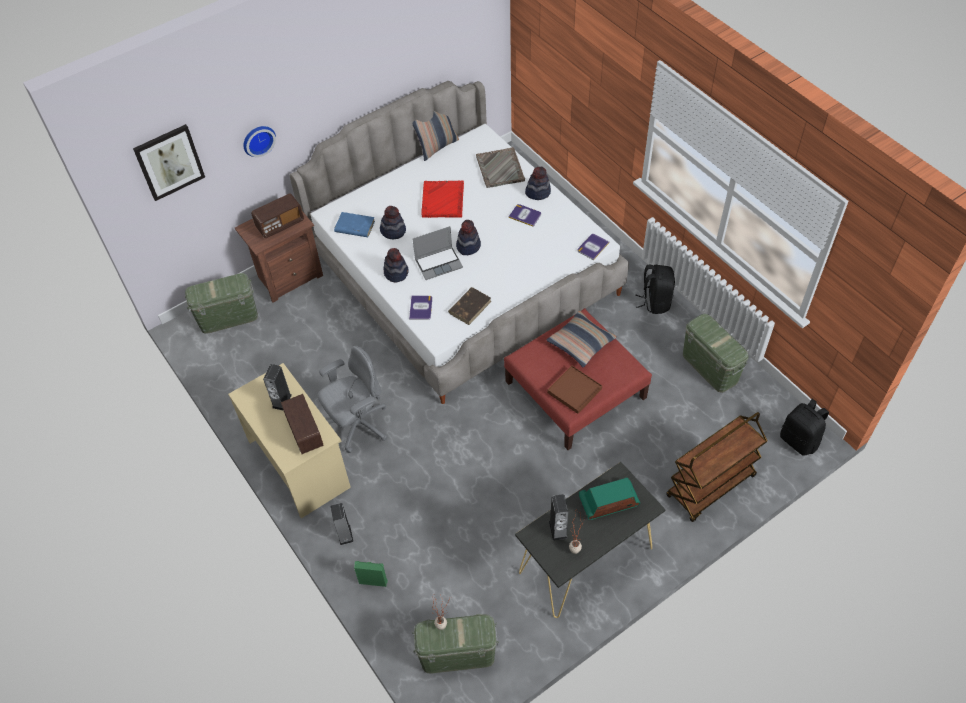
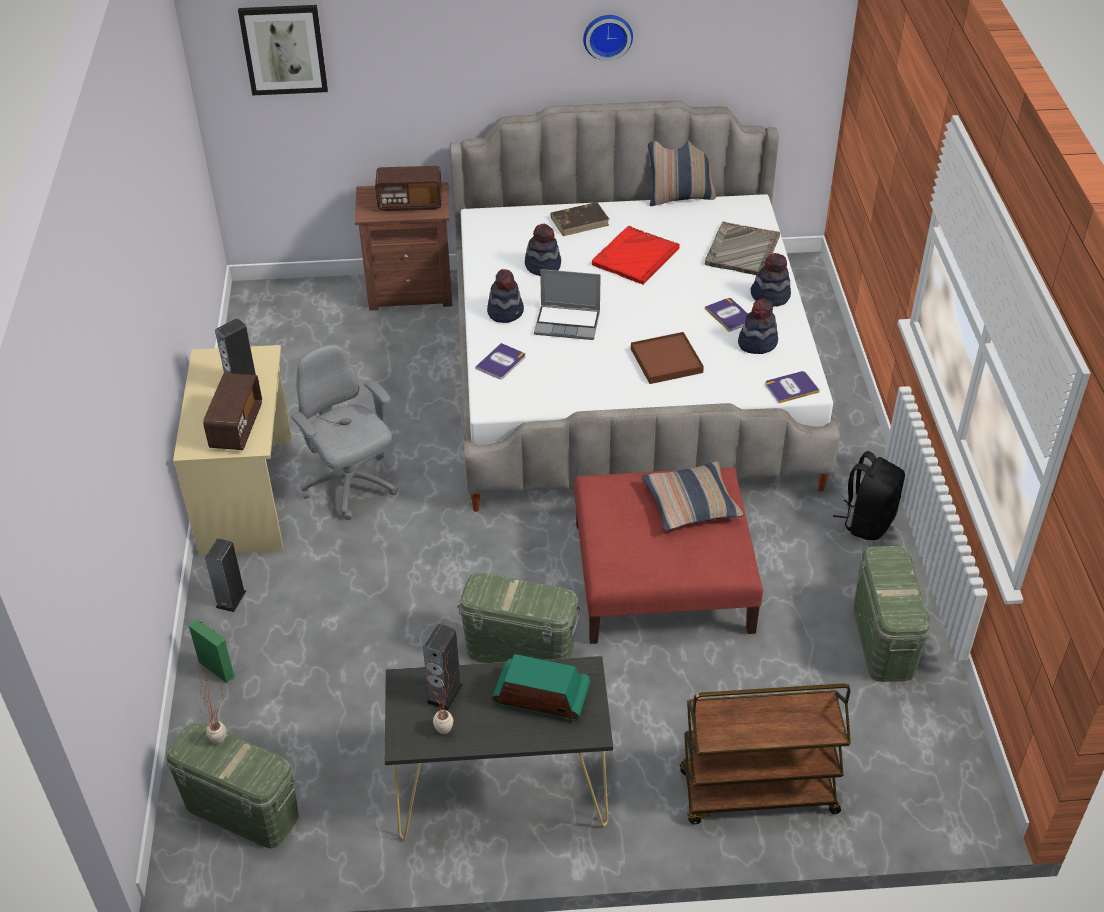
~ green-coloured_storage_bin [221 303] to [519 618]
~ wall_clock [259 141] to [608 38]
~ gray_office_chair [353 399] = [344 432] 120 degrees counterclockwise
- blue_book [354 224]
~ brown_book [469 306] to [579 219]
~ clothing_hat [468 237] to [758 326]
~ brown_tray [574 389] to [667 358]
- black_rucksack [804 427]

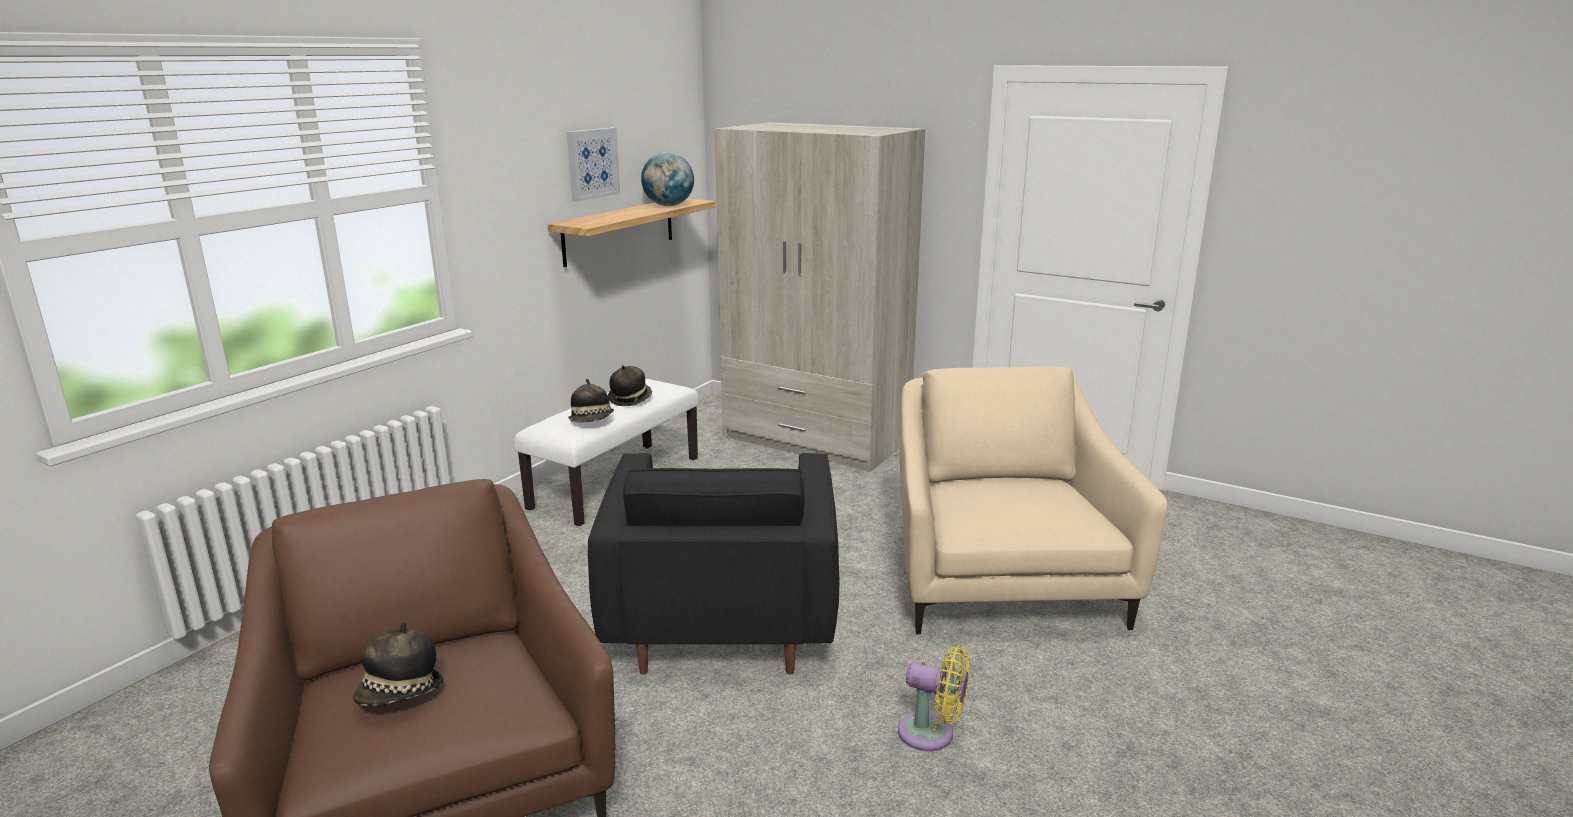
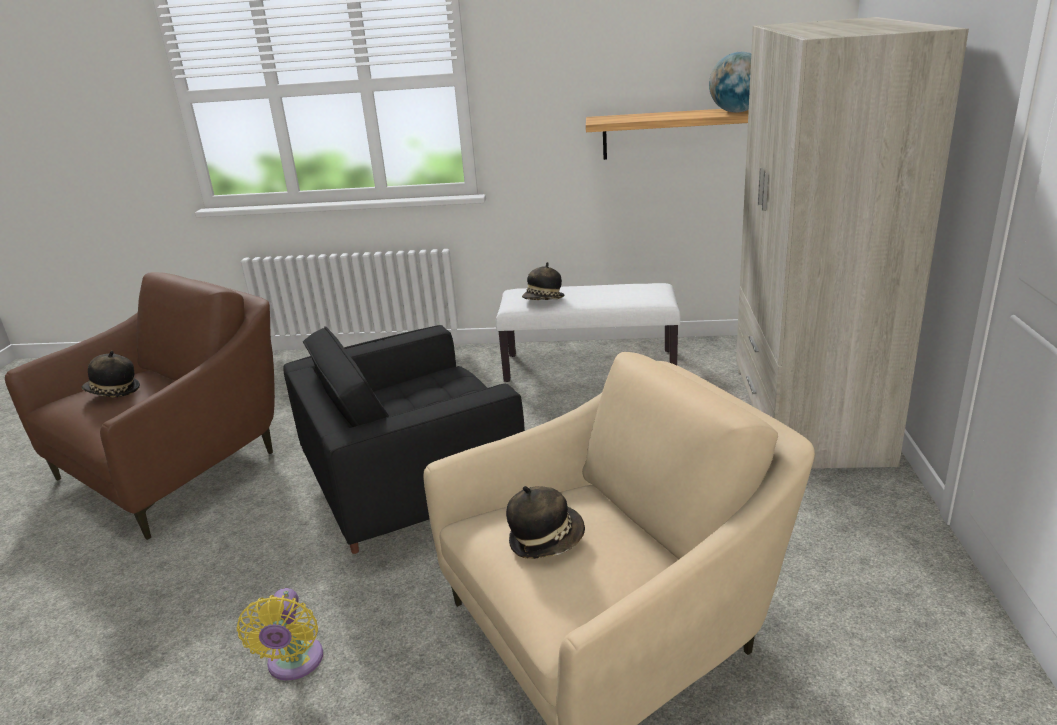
- picture [593 165]
~ clothing_hat [630 385] to [545 522]

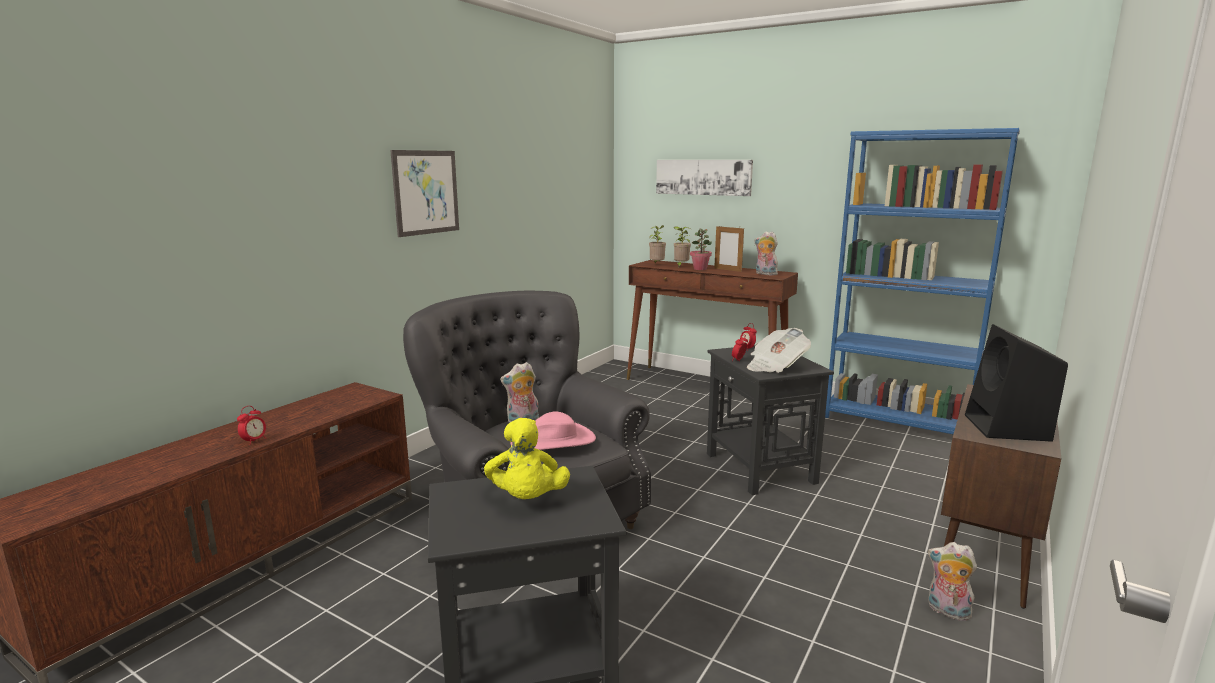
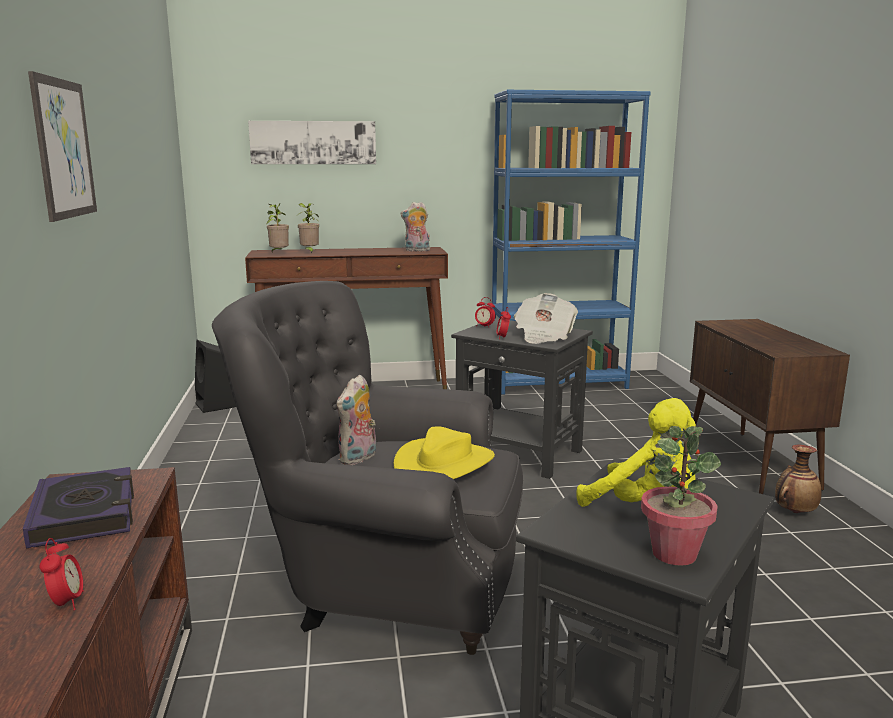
~ pink-coloured_clothing_hat [553 430] to yellowish_clothing_hat [444 452]
~ potted_plant [701 249] to [681 496]
- photo_frame [729 249]
~ cuddly_toy [952 581] to vase [798 479]
~ black_speaker [1016 383] to [215 376]
+ book [78 508]

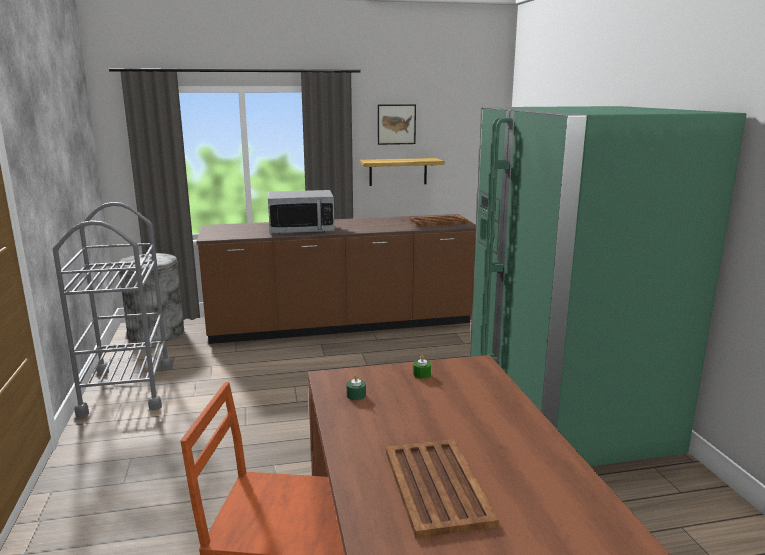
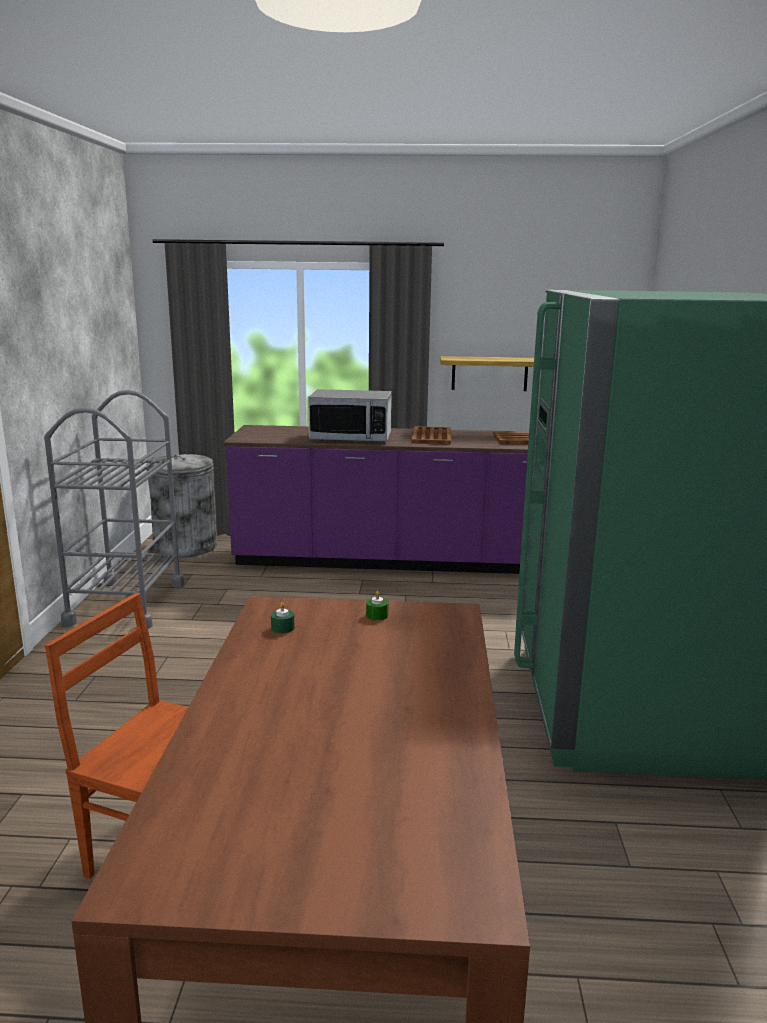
~ brown_kitchen_counter [336 279] to purplish_kitchen_counter [376 499]
- picture [397 124]
~ brown_tray [442 489] to [431 435]

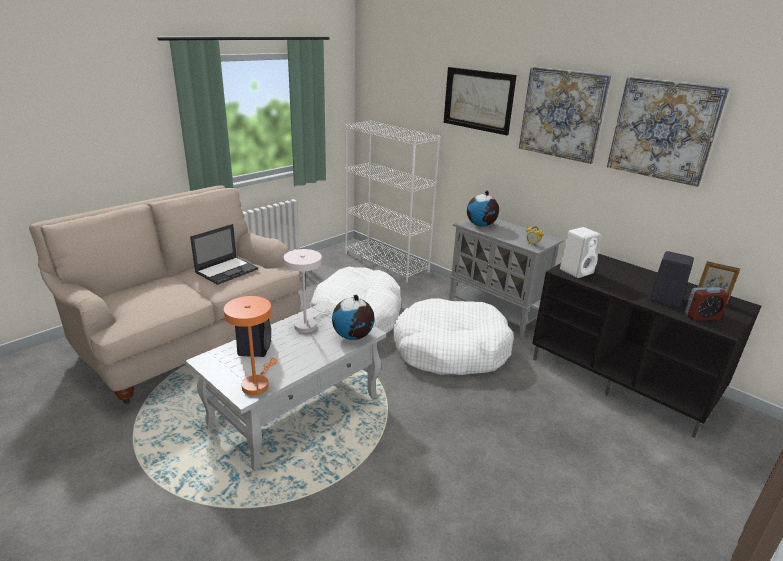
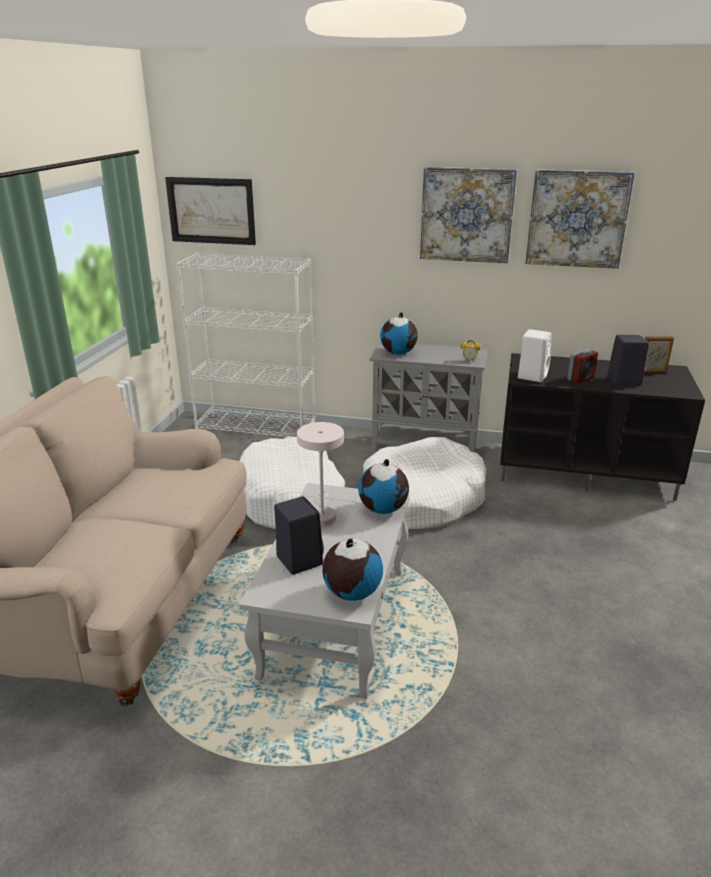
- portable_computer [224 254]
~ orange-coloured_table_lamp [250 345] to desk_globe [352 569]
~ picture [480 101] to [210 211]
~ alarm_clock [707 304] to [582 366]

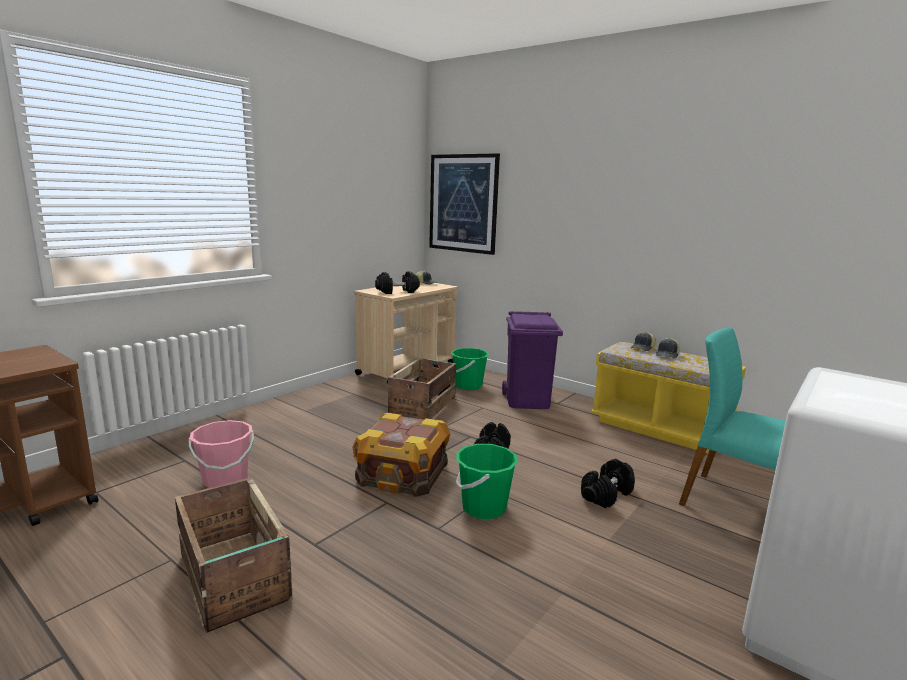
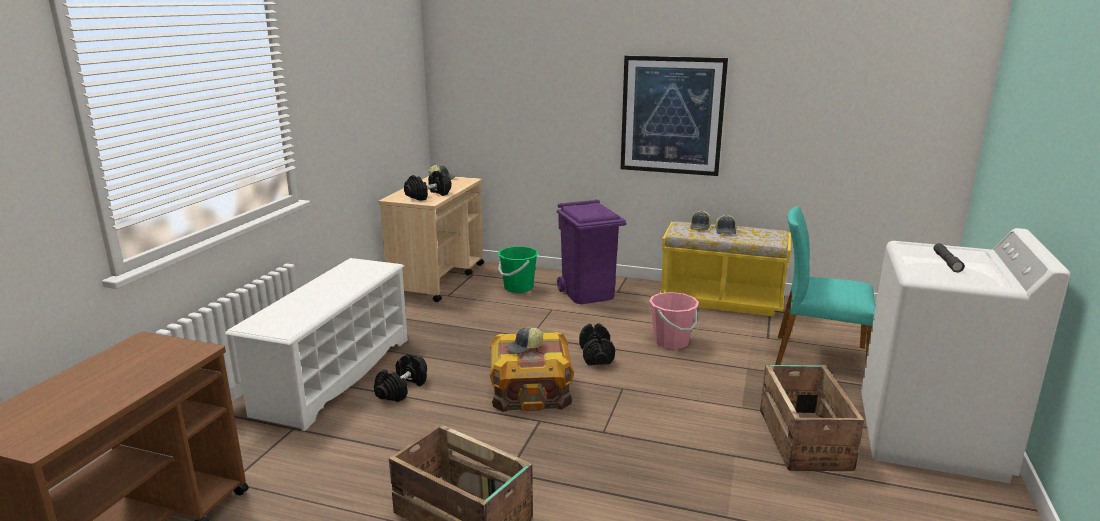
~ pink-coloured_pail [221 454] to [674 320]
~ crate [422 389] to [812 418]
~ picture [464 204] to [674 116]
- green-coloured_pail [487 481]
~ black_free_weight [608 483] to [400 378]
+ whitish_shoe_rack [316 344]
+ baseball_cap [524 340]
+ gray_flashlight [949 258]

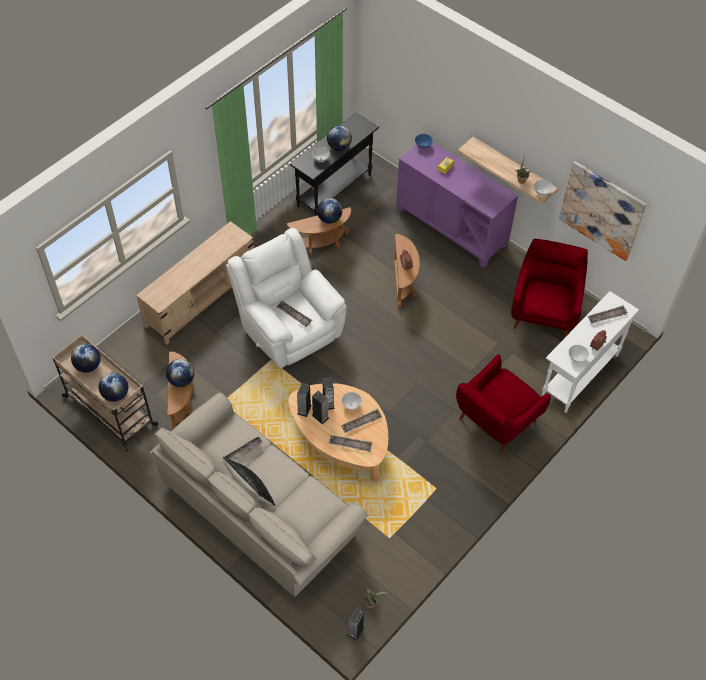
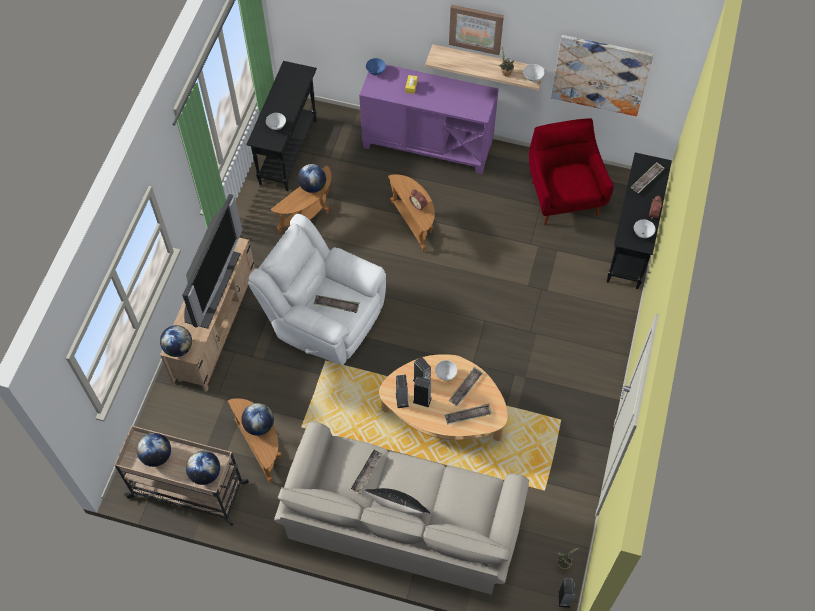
~ desk_globe [339 138] to [176 341]
- red-coloured_easy_chair [503 404]
~ whitish_narrow_table [590 352] to black_narrow_table [639 220]
+ TV_set [212 261]
+ picture [476 30]

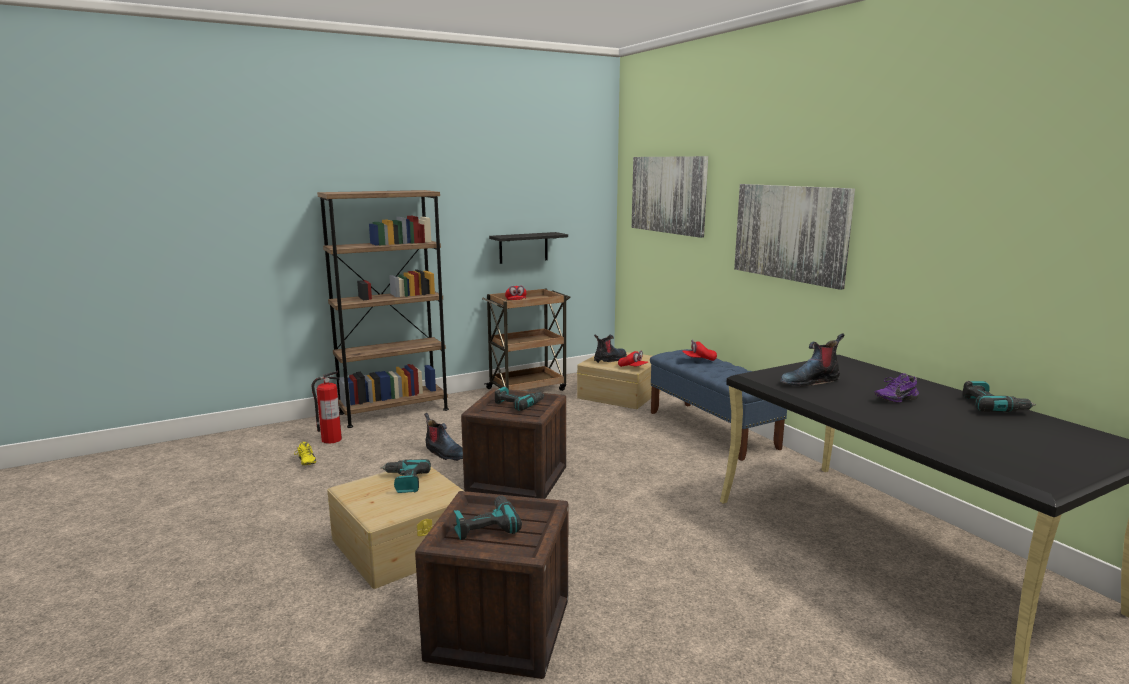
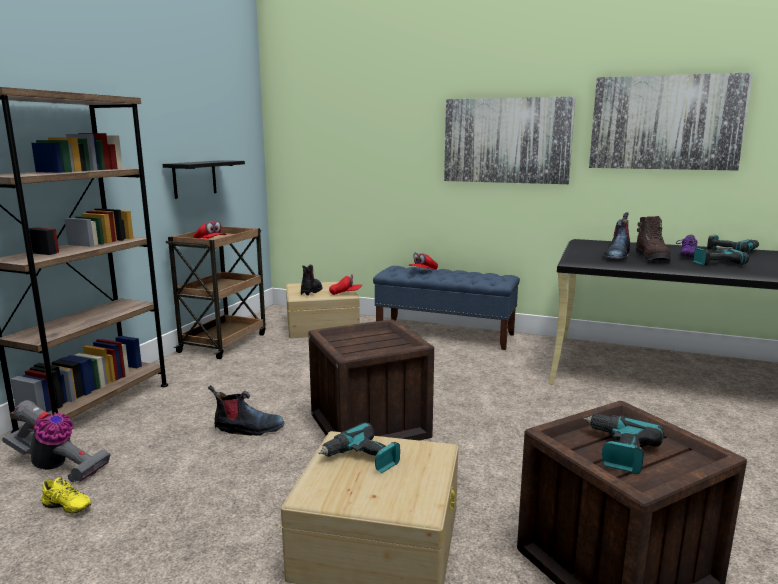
~ fire_extinguisher [326 407] to hoover [56 441]
~ electric_drill [519 399] to [721 256]
~ picture [670 197] to [671 121]
+ brown_high-top_boot [653 238]

